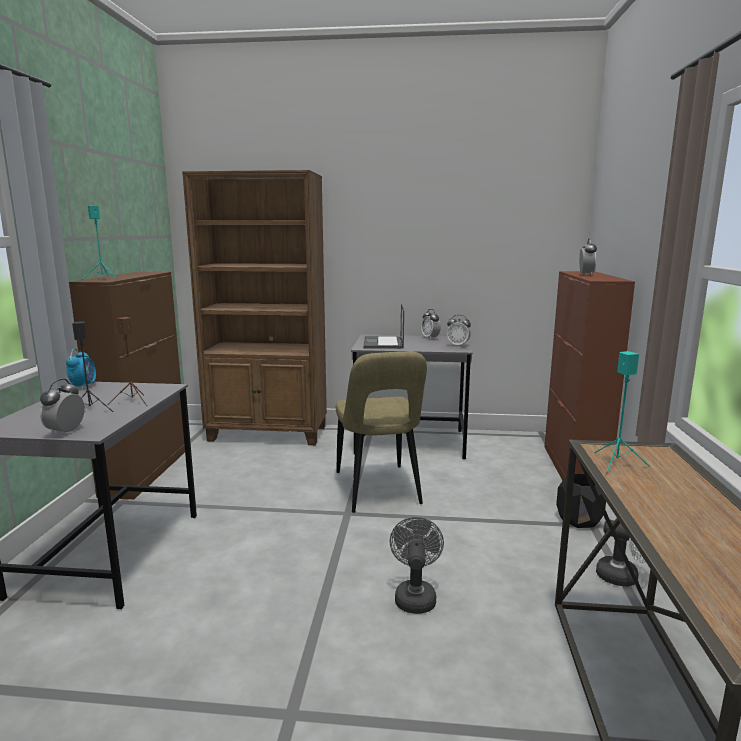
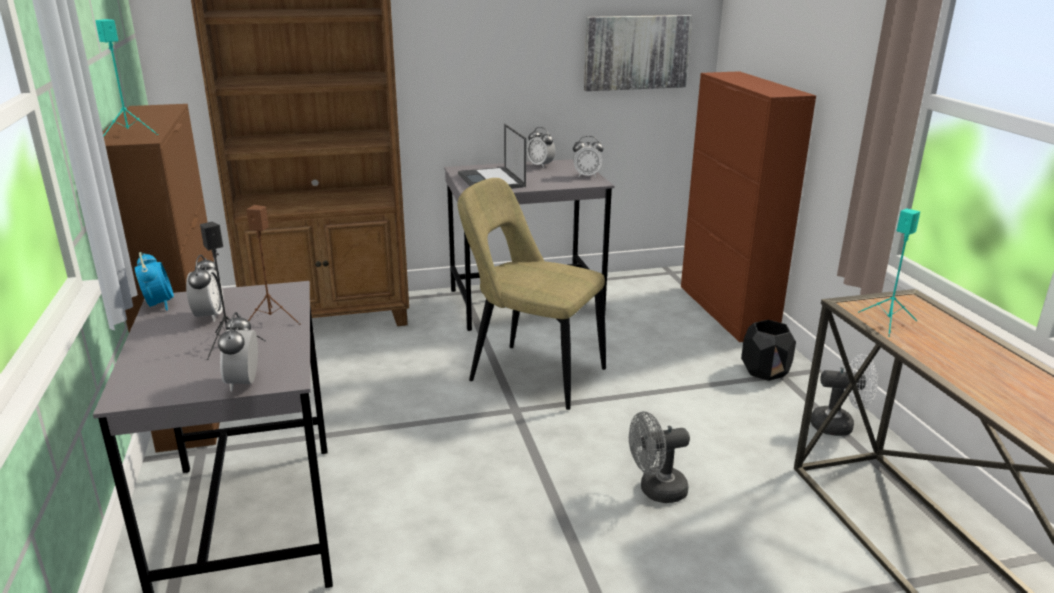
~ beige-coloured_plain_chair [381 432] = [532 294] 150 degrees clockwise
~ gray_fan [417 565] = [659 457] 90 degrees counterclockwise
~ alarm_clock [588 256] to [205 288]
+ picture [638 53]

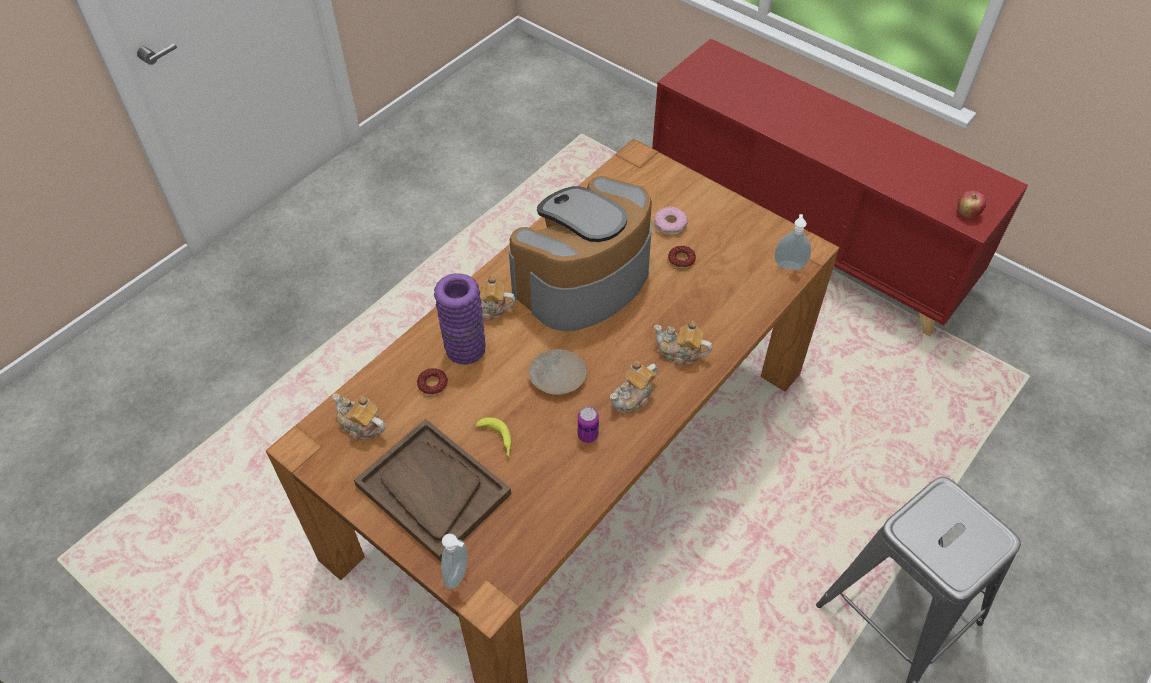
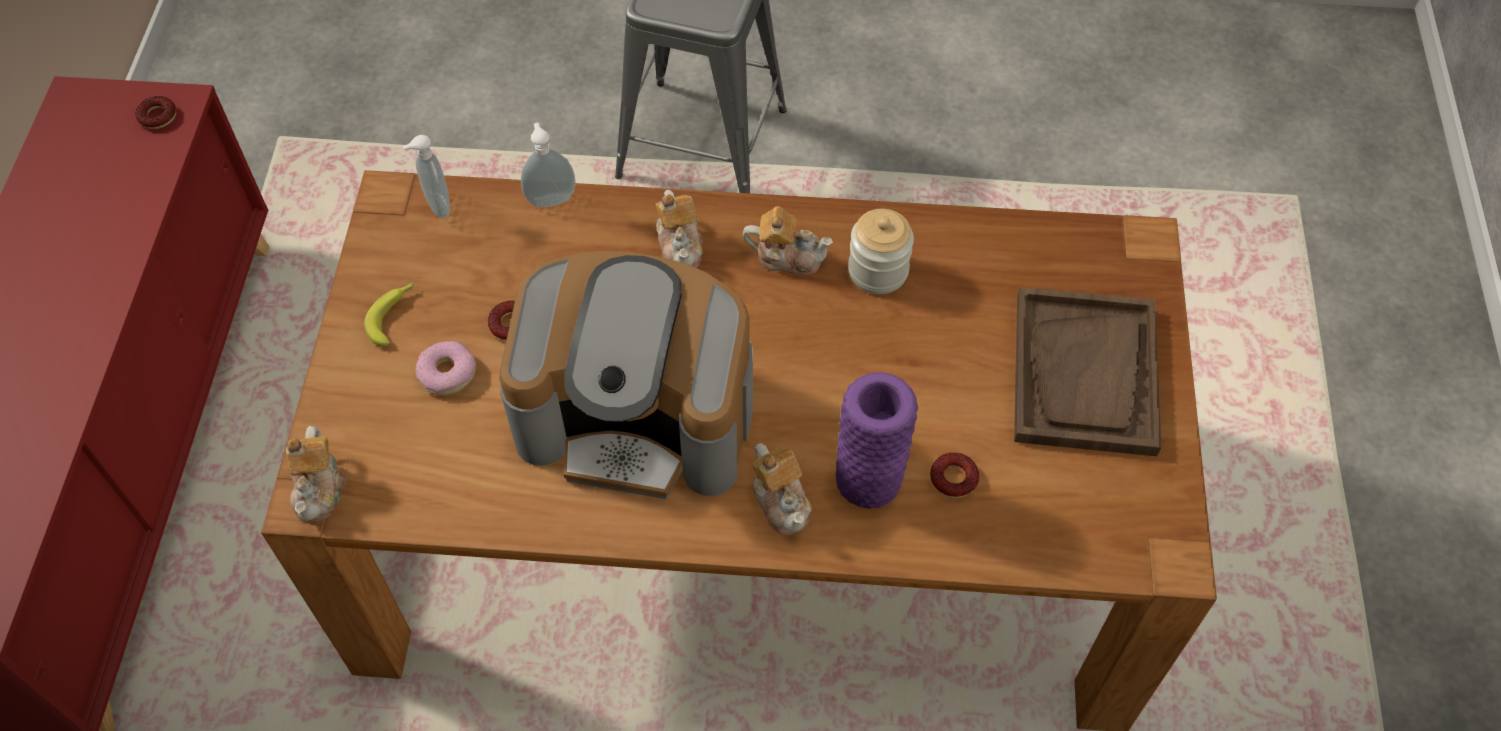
~ tea_pot [359 417] to [316 474]
~ soap_dispenser [454 561] to [548 165]
~ banana_fruit [494 437] to [388 314]
- beige-coloured_plate [557 372]
~ metal_can [588 424] to preserve_jar [881 251]
~ apple_fruit [972 204] to ring_doughnut [155 112]

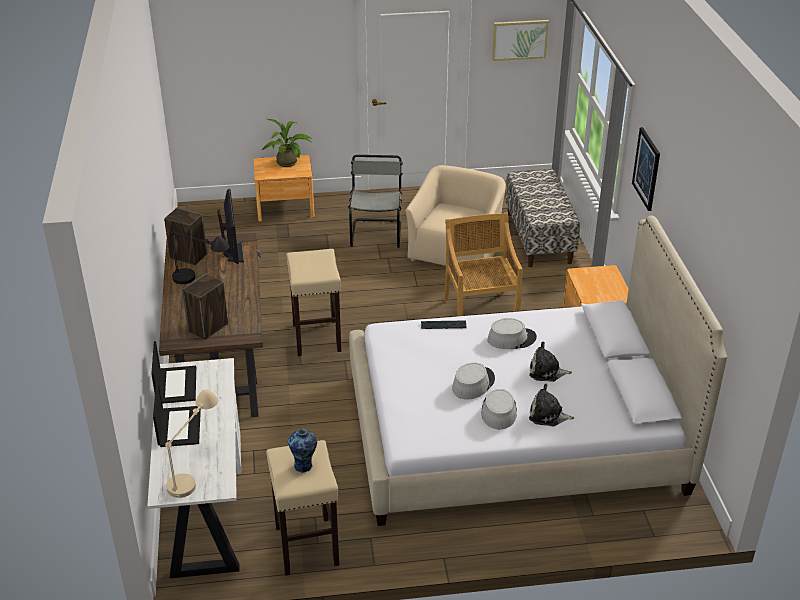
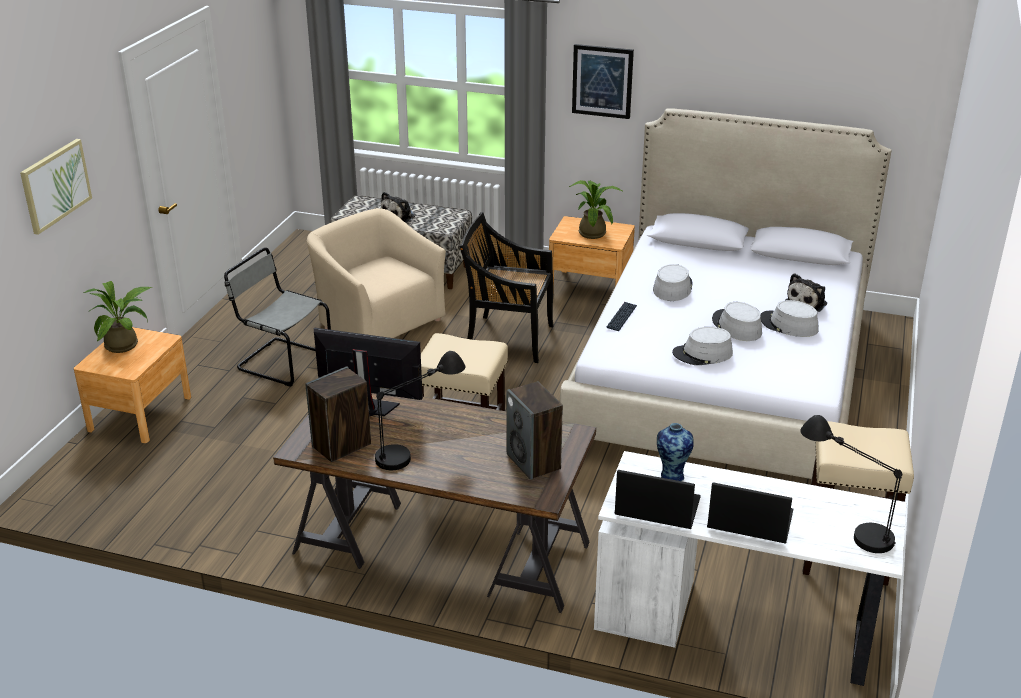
~ beige-coloured_table_lamp [191 443] to black_table_lamp [851 484]
~ vase [302 451] to [675 452]
~ beige-coloured_plain_chair [483 264] to black_plain_chair [506 287]
~ picture [520 40] to [56 187]
~ cuddly_toy [550 362] to [398 207]
+ potted_plant [595 209]
+ gray_clothing_hat [702 346]

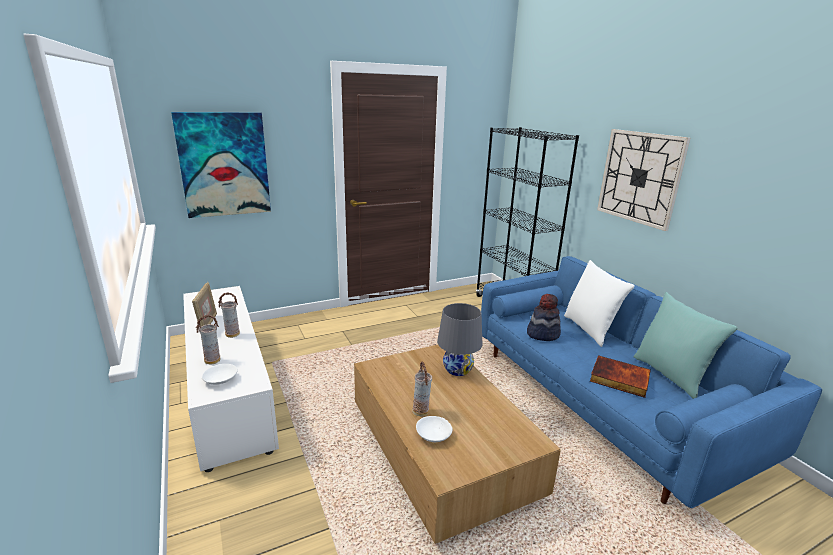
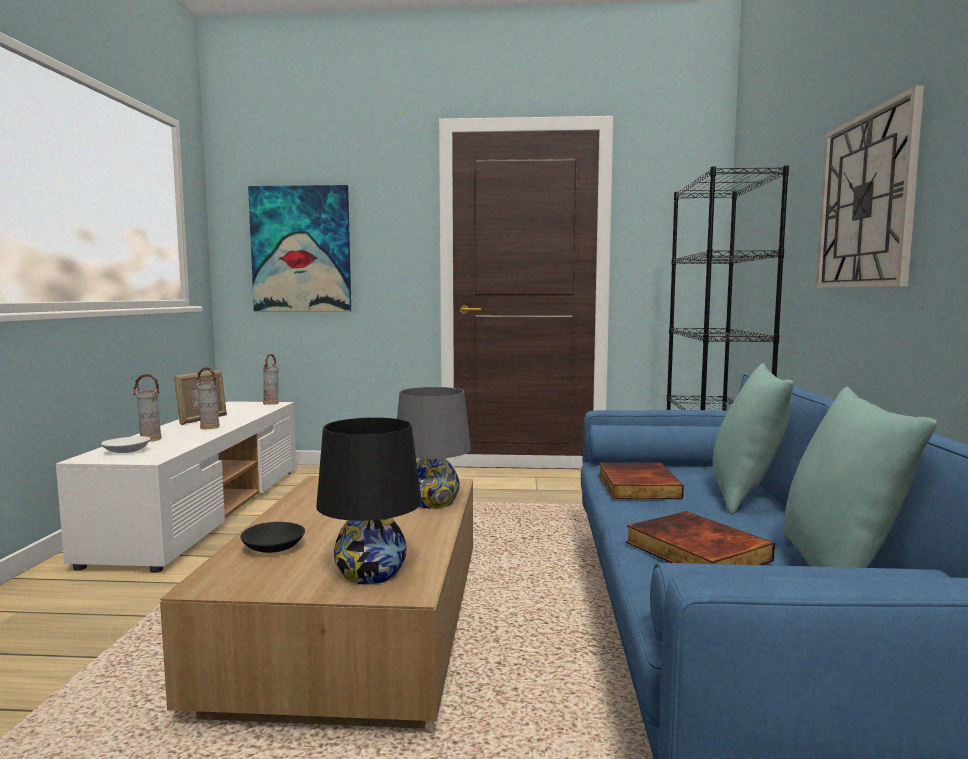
~ vase [422 389] to [271 379]
~ whitish_bowl [434 429] to black_bowl [272 537]
~ clothing_hat [544 317] to book [641 481]
~ whitish_cushion [599 303] to turquoise-coloured_cushion [753 439]
+ black_table_lamp [368 501]

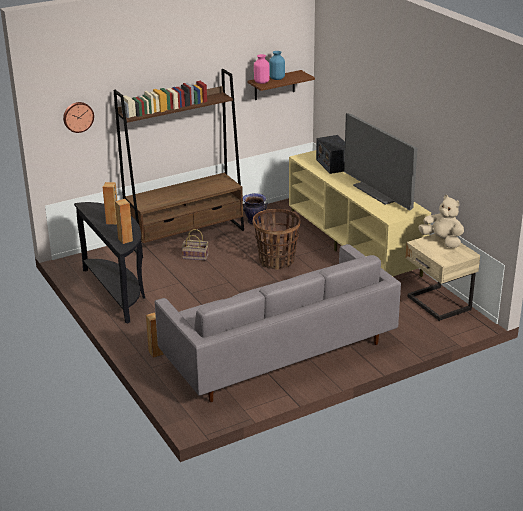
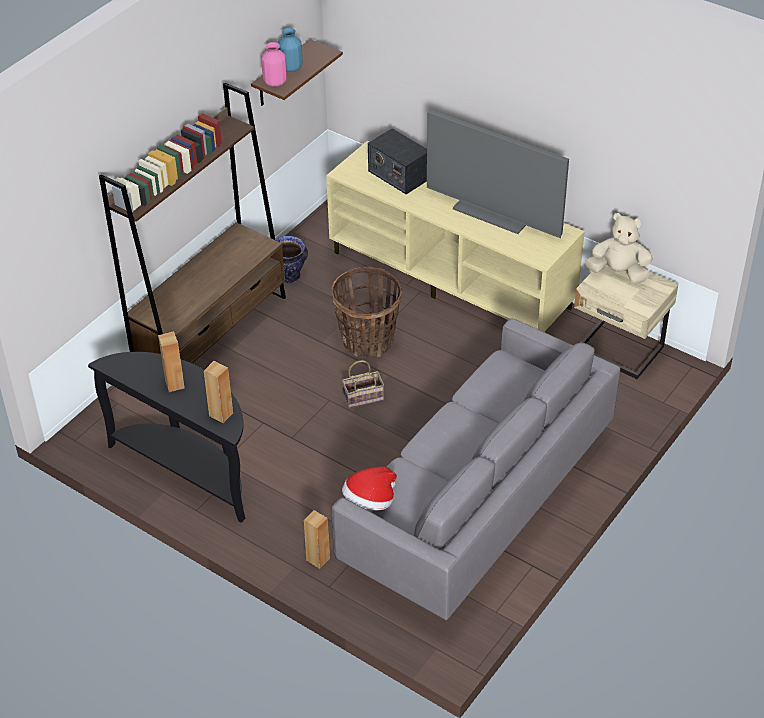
- wall_clock [78 117]
~ basket [195 245] to [363 384]
+ clothing_hat [369 489]

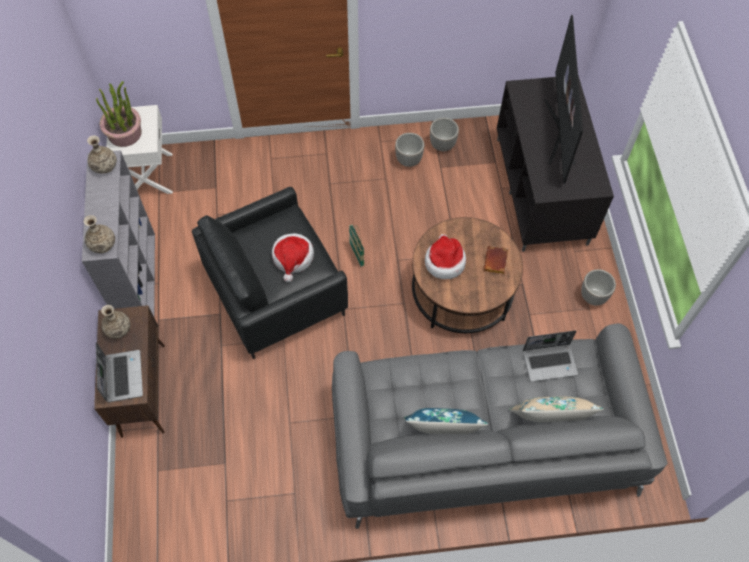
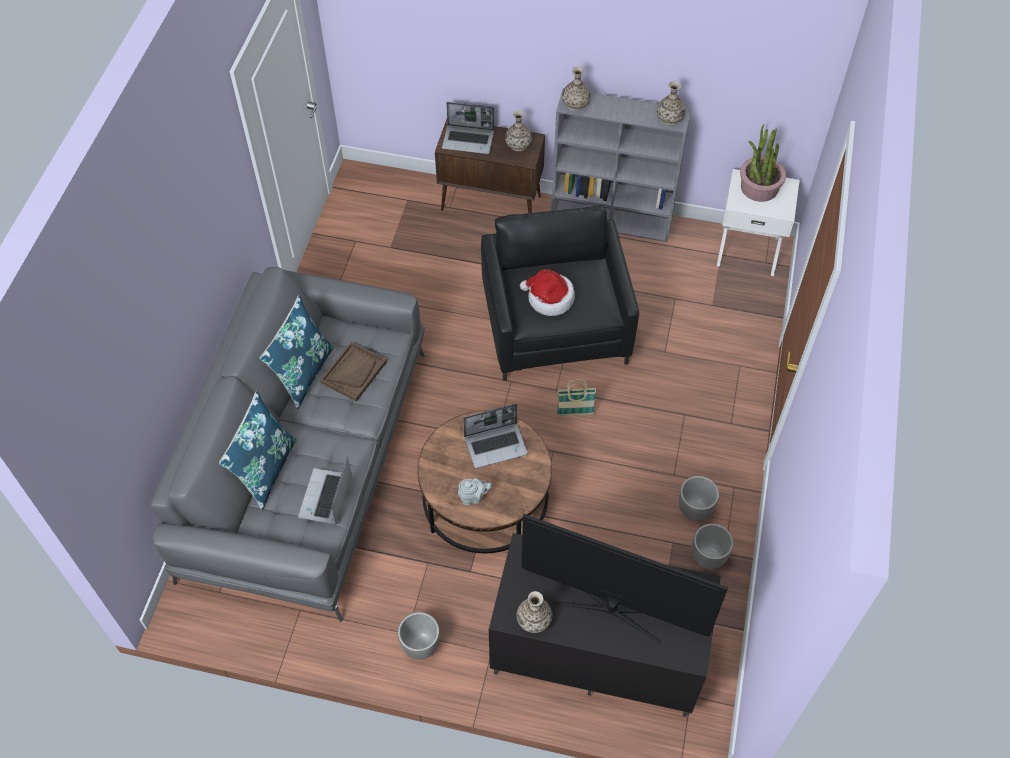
~ clothing_hat [445 256] to portable_computer [495 436]
~ brown_book [496 260] to gray_tea_pot [475 491]
~ beige-coloured_cushion [556 409] to blue_cushion [257 450]
+ brown_tray [353 372]
+ vase [535 612]

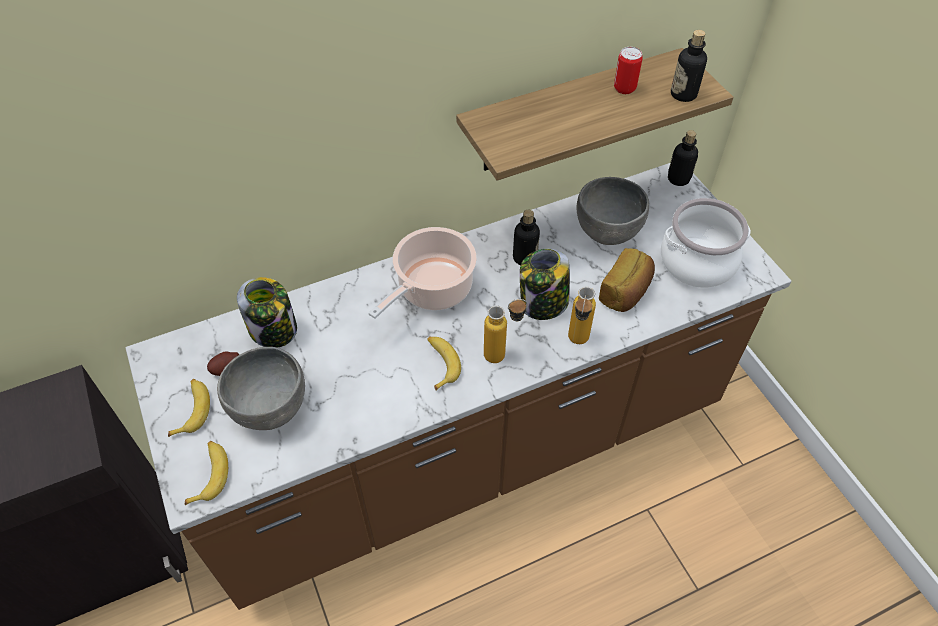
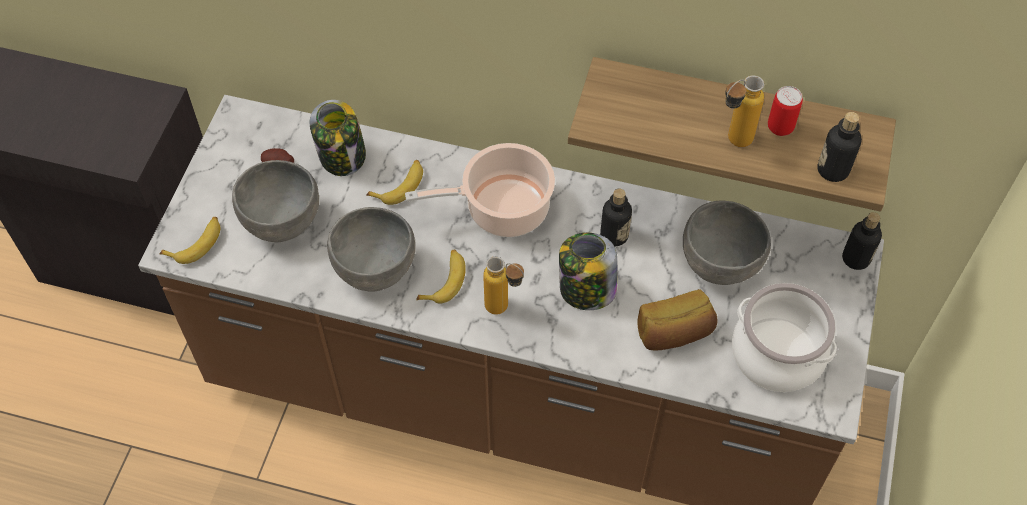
~ banana_fruit [189 408] to [394 182]
~ drink_bottle [582 315] to [744 111]
+ gray_bowl [371 249]

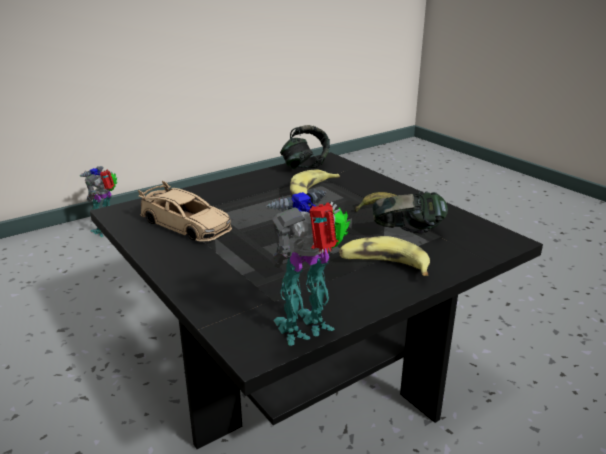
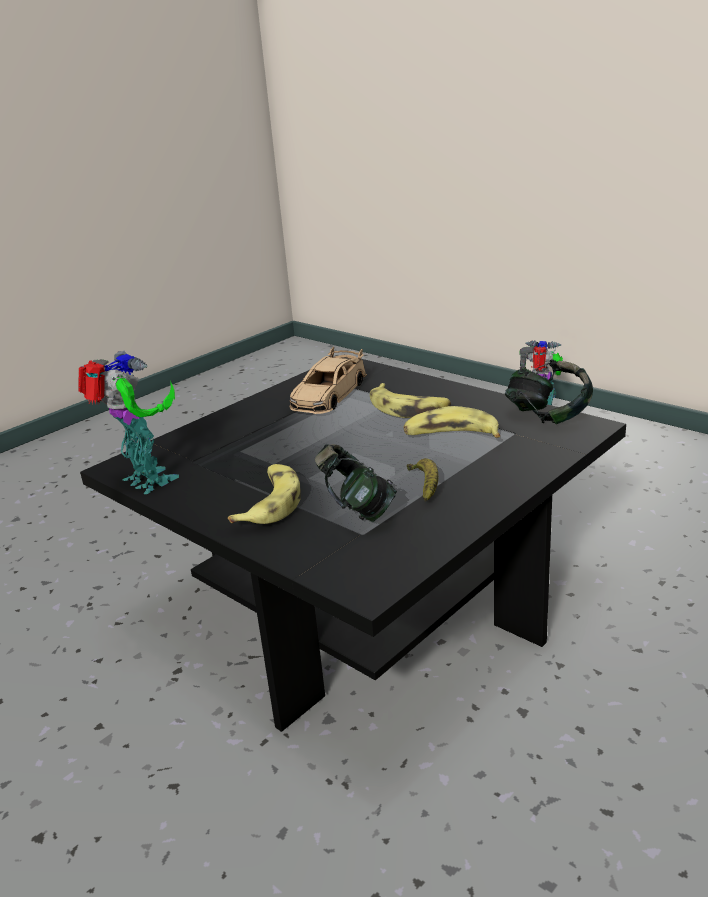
+ banana_fruit [410 400]

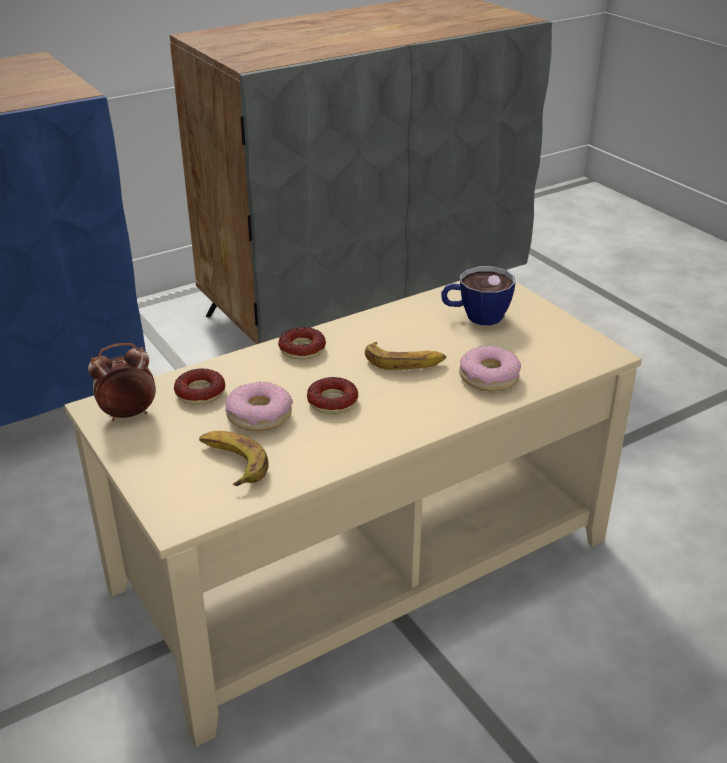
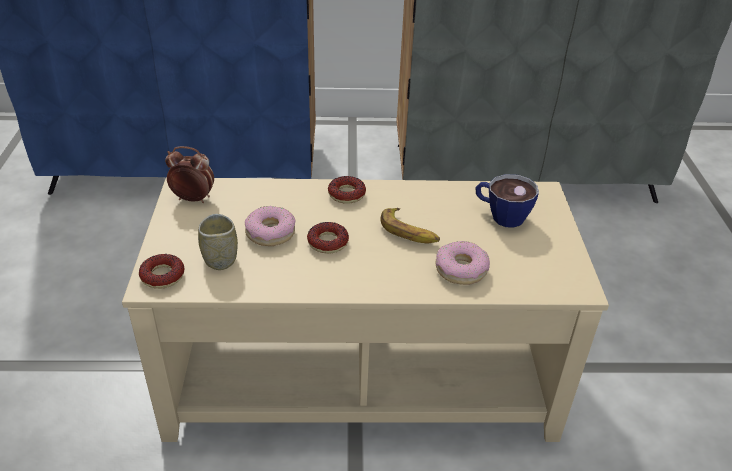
~ ring_doughnut [199 387] to [161 271]
~ banana_fruit [234 458] to cup [218 242]

